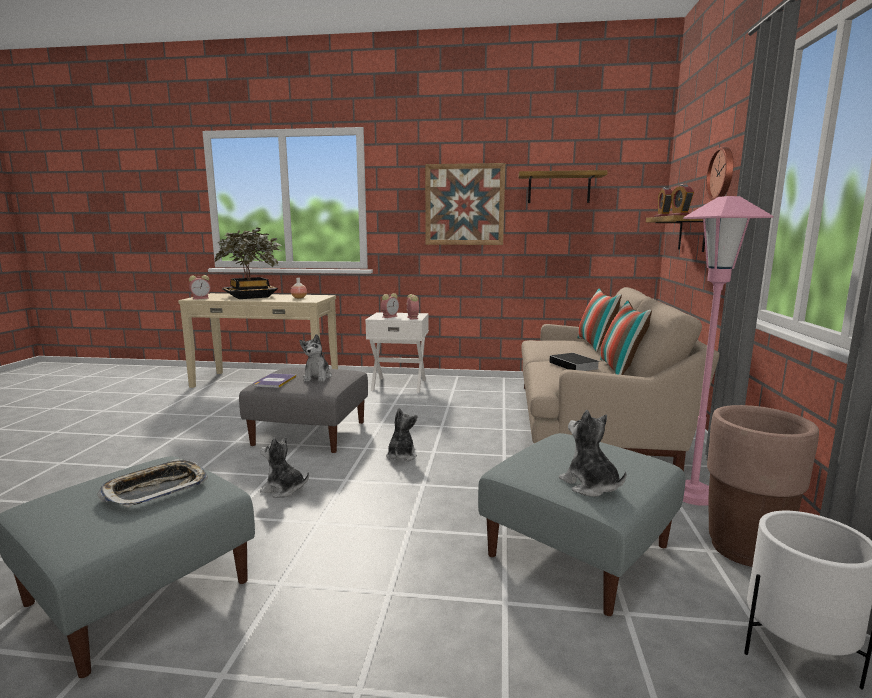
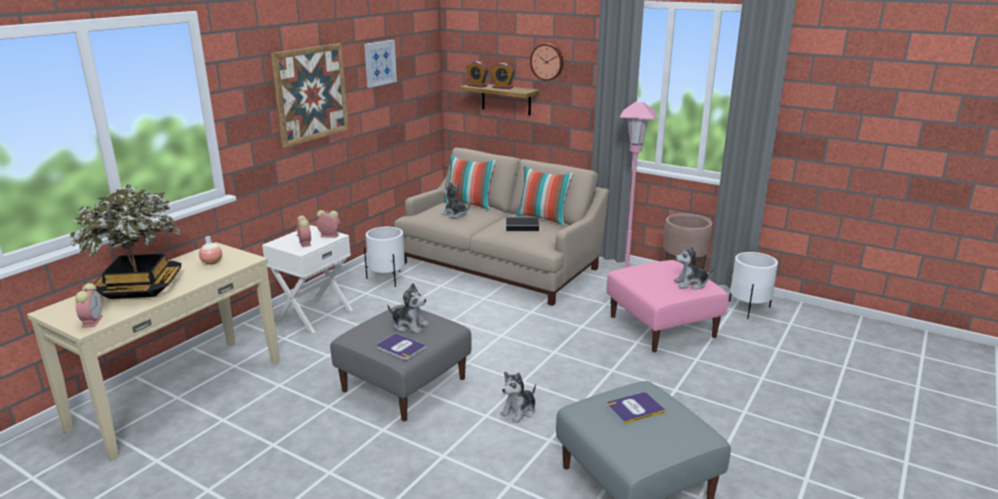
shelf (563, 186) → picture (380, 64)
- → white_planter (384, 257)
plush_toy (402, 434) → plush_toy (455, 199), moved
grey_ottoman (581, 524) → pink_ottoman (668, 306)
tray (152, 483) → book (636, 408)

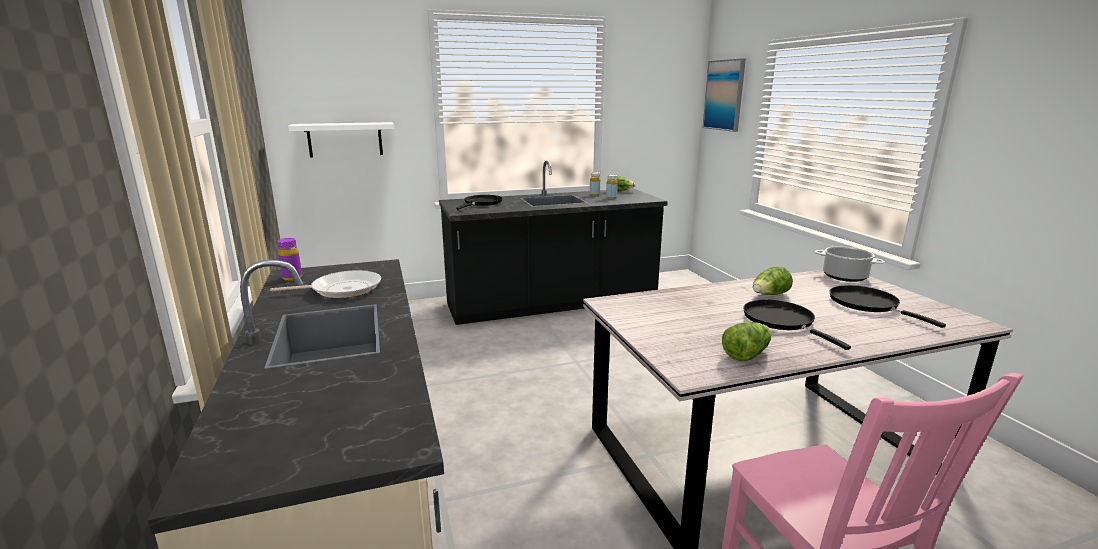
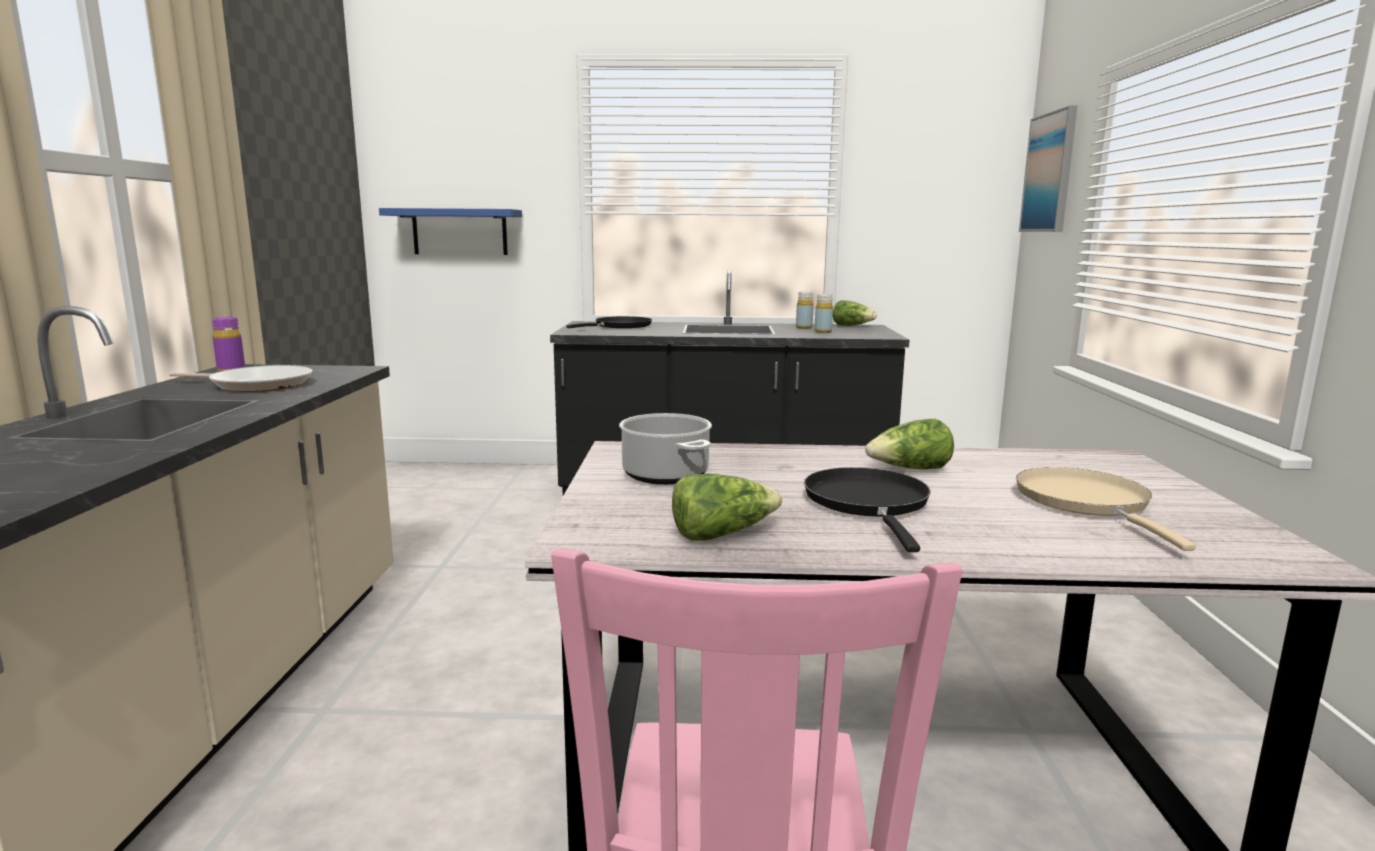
white_shelf (341, 140) → blue_shelf (450, 231)
cooking_pot (849, 264) → cooking_pot (665, 449), moved
black_frying_pan (887, 306) → beige_frying_pan (1106, 509)

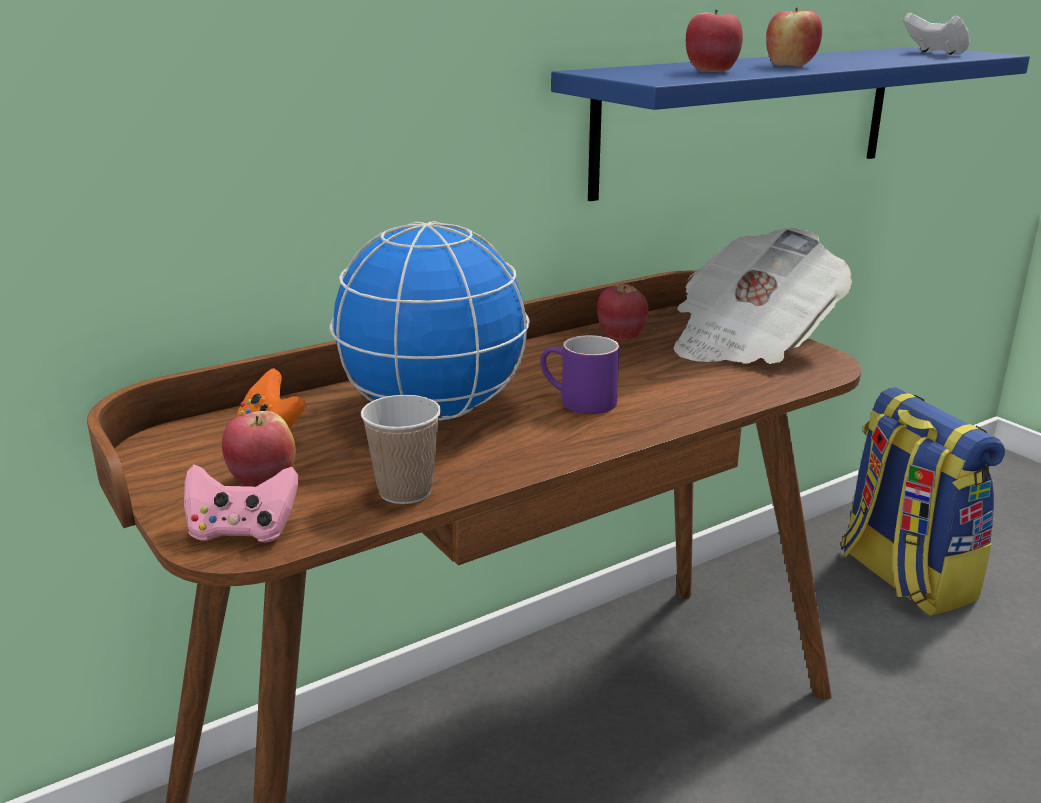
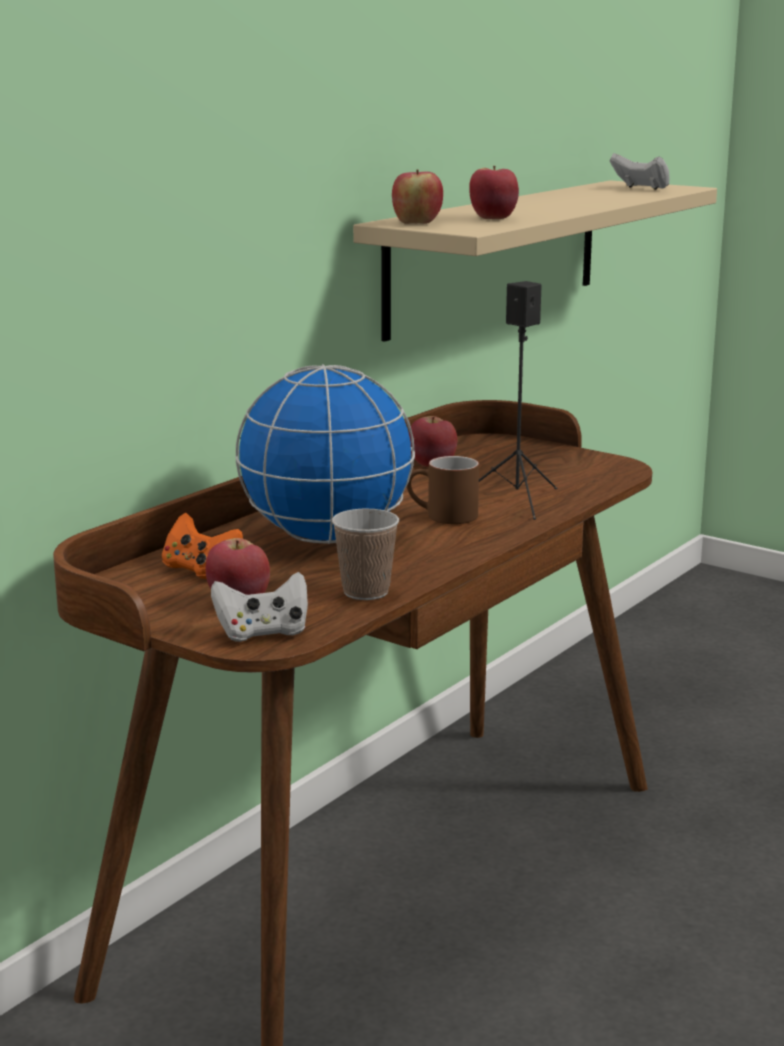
pink_game_controller (241, 503) → white_game_controller (259, 607)
blue_shelf (790, 124) → beige_shelf (535, 261)
apple (794, 37) → apple (417, 196), moved
purple_mug (580, 374) → brown_mug (443, 490)
- → black_speaker (518, 400)
newspaper (763, 296) → -
backpack (923, 501) → -

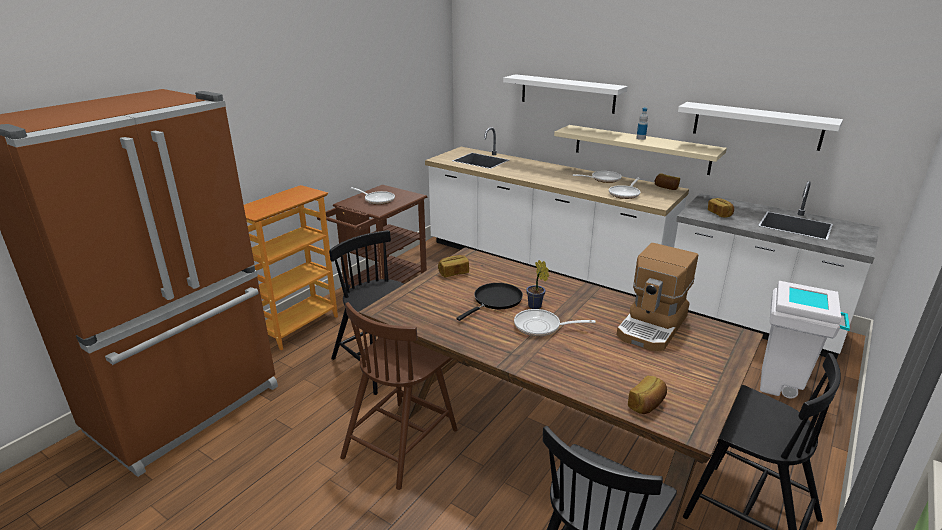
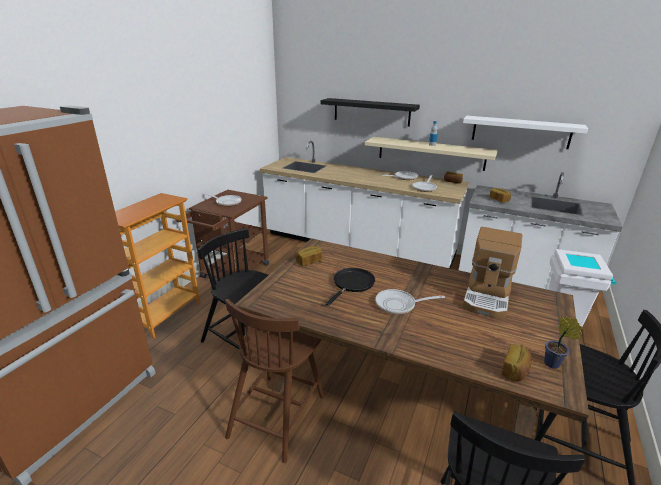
white_shelf (565, 94) → black_shelf (370, 112)
potted_plant (537, 284) → potted_plant (563, 342), moved

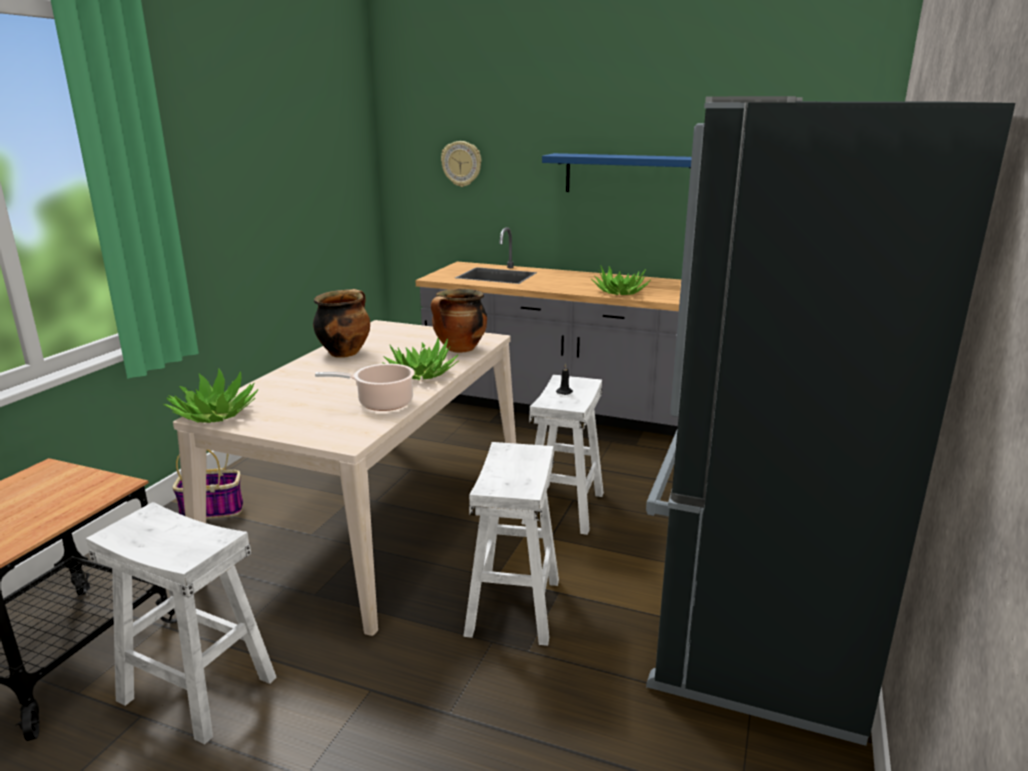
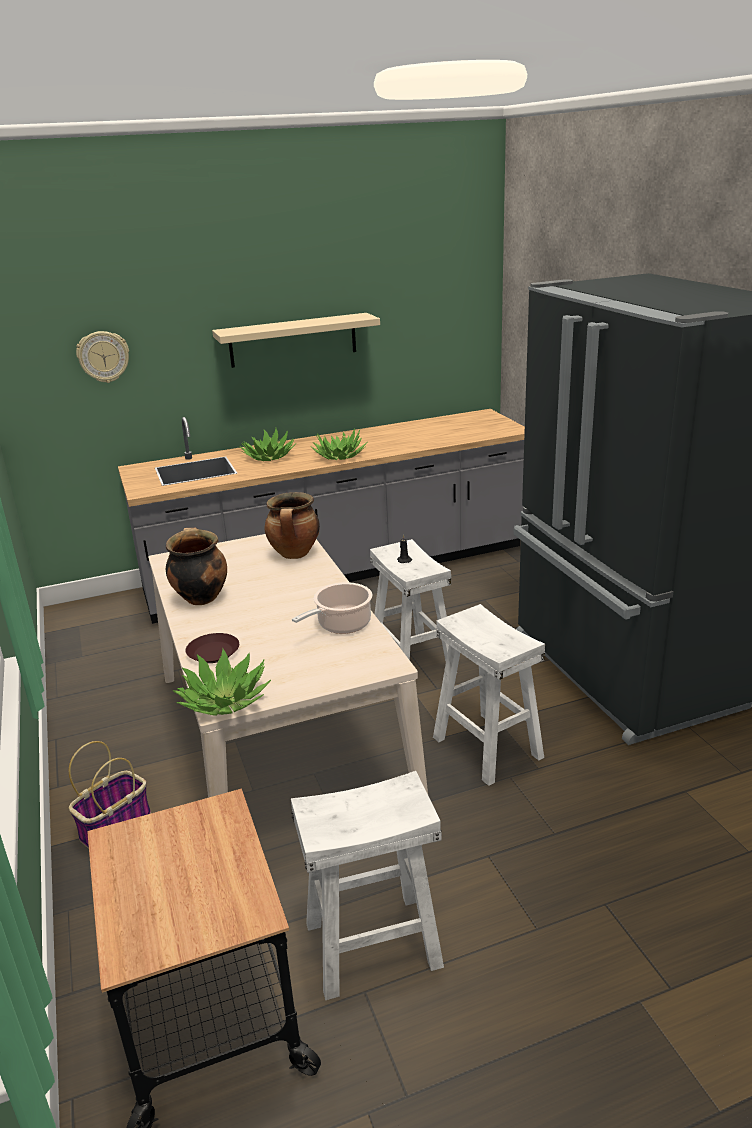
- → brown_plate (212, 648)
blue_shelf (617, 172) → beige_shelf (296, 340)
potted_plant (420, 358) → potted_plant (268, 444), moved

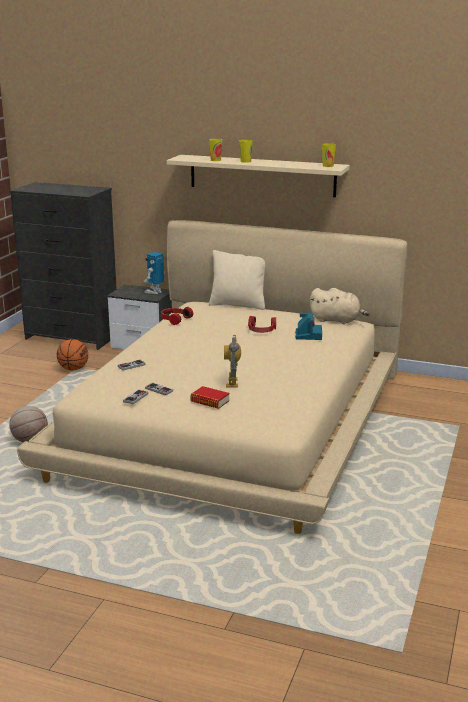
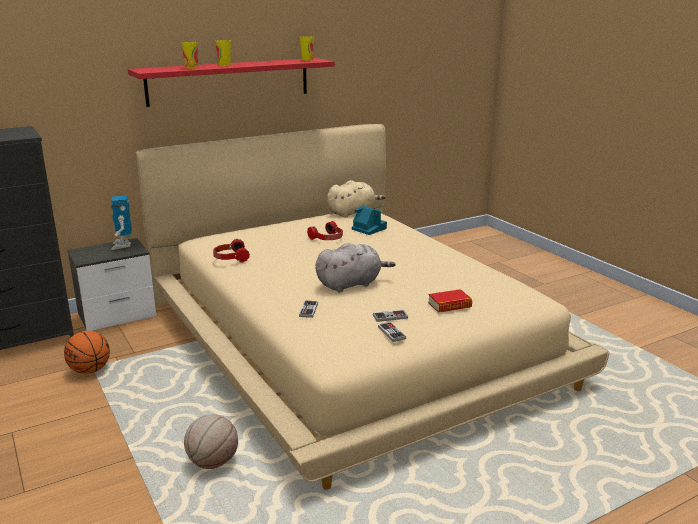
beige_shelf (258, 176) → red_shelf (231, 82)
- → grey_plush_toy (356, 267)
beige_pillow (237, 280) → -
toy_robot (232, 361) → -

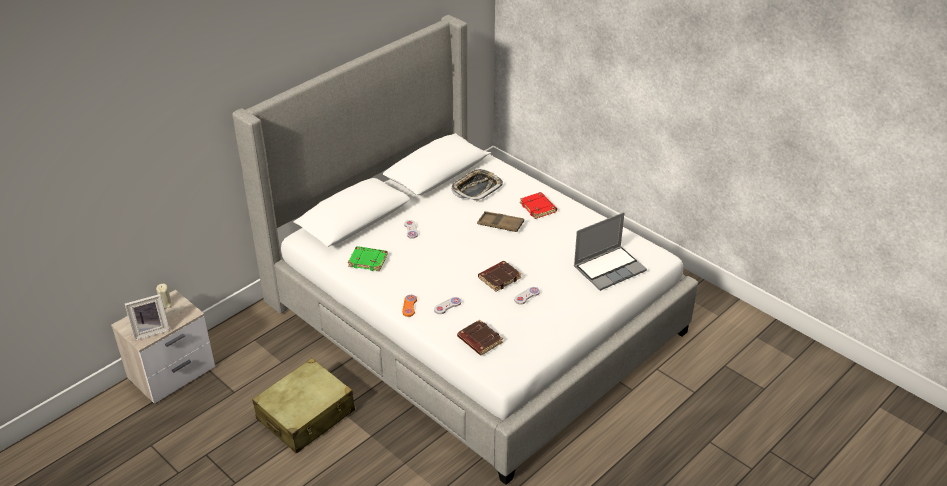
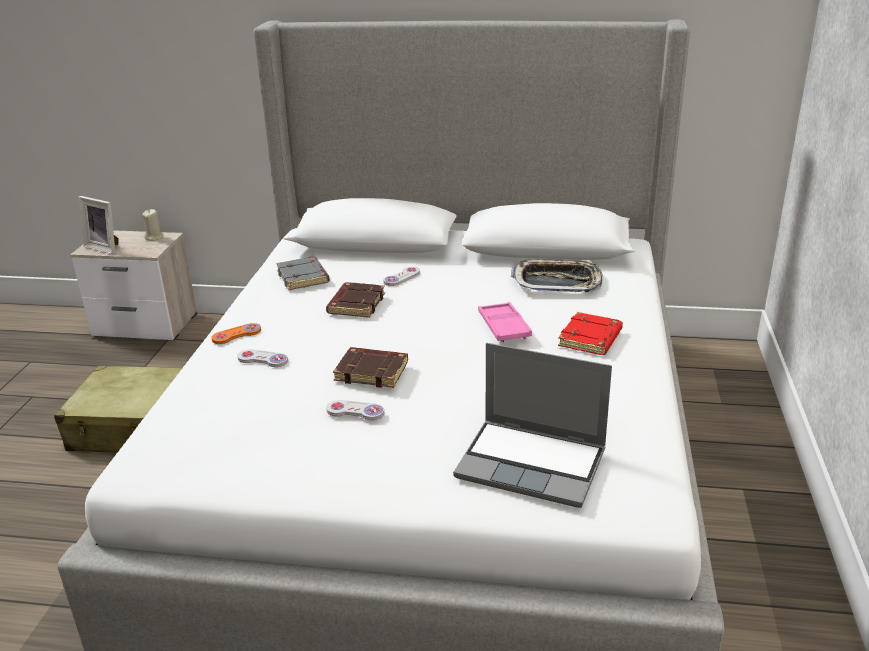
green_book (368, 258) → grey_book (303, 273)
brown_book (480, 337) → brown_book (355, 300), moved
brown_tray (500, 221) → pink_tray (505, 322)

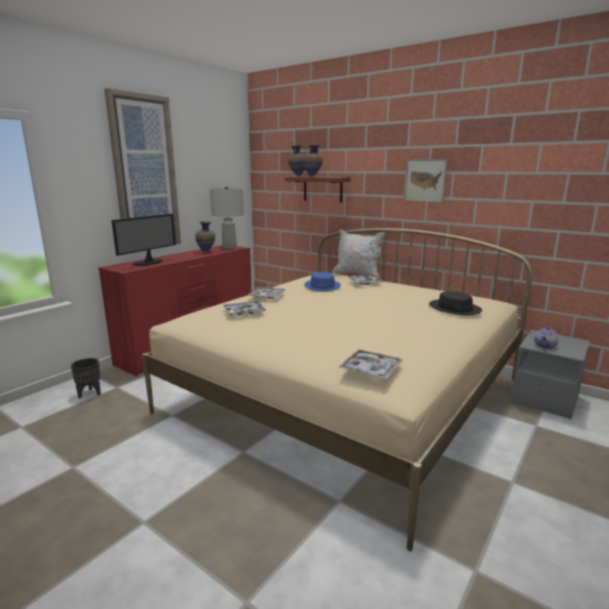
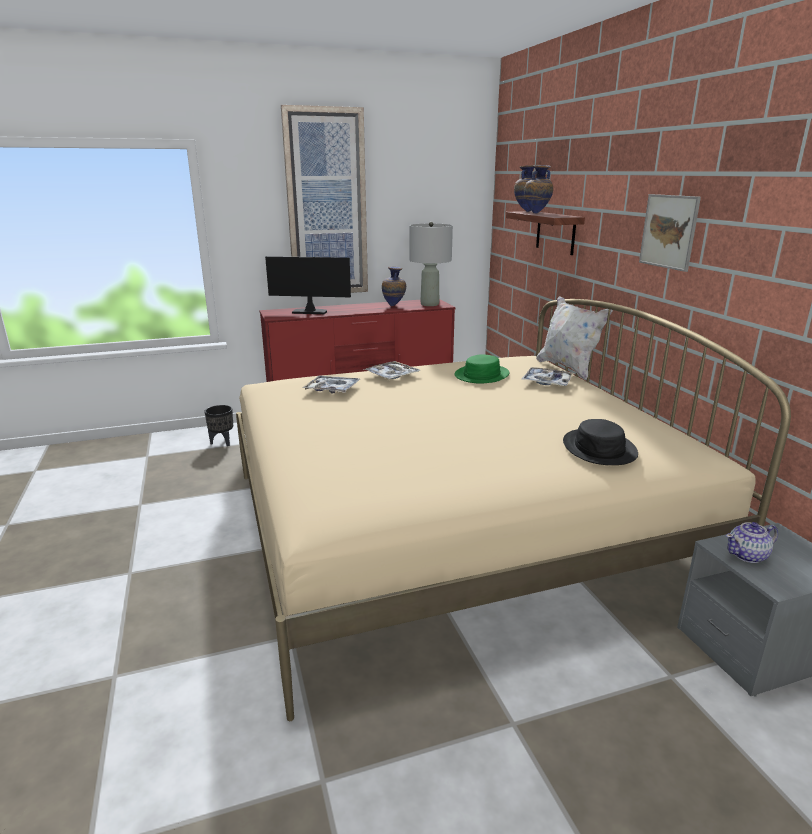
monitor (143, 240) → monitor (308, 285), 150 degrees counterclockwise
blue_hat (322, 281) → green_hat (482, 369)
tray (370, 364) → -

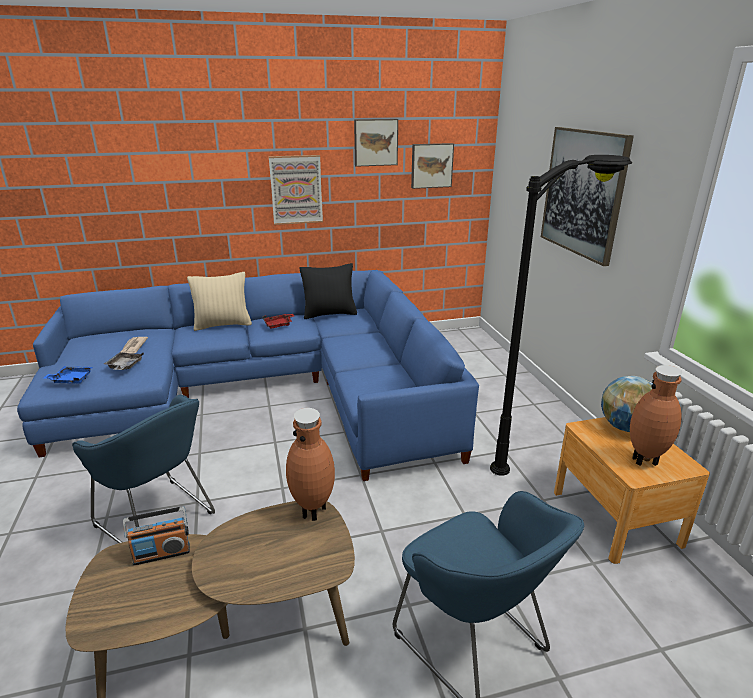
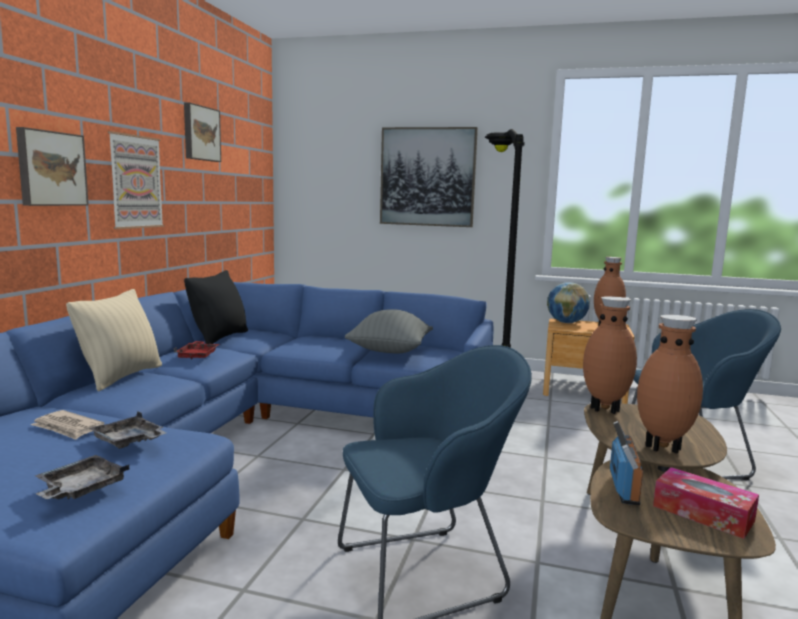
picture (432, 166) → picture (52, 166), moved
blue_tray (68, 375) → grey_tray (82, 477)
- → grey_pillow (388, 331)
- → brown_vase (670, 384)
- → tissue_box (706, 503)

